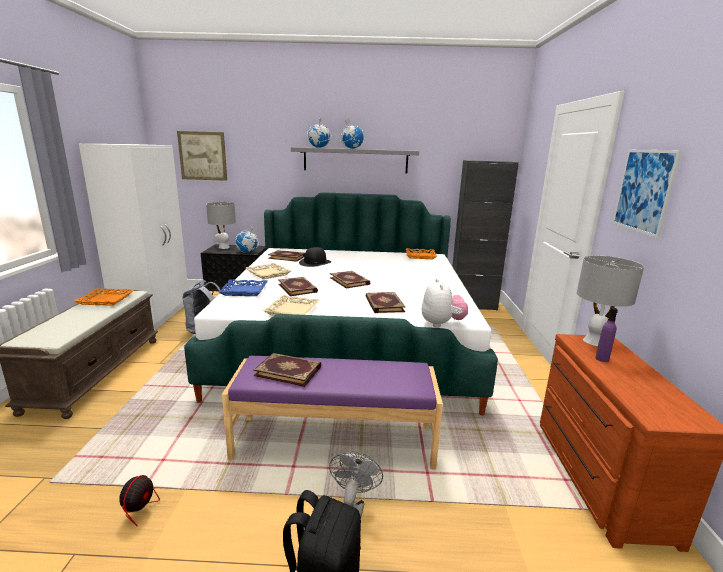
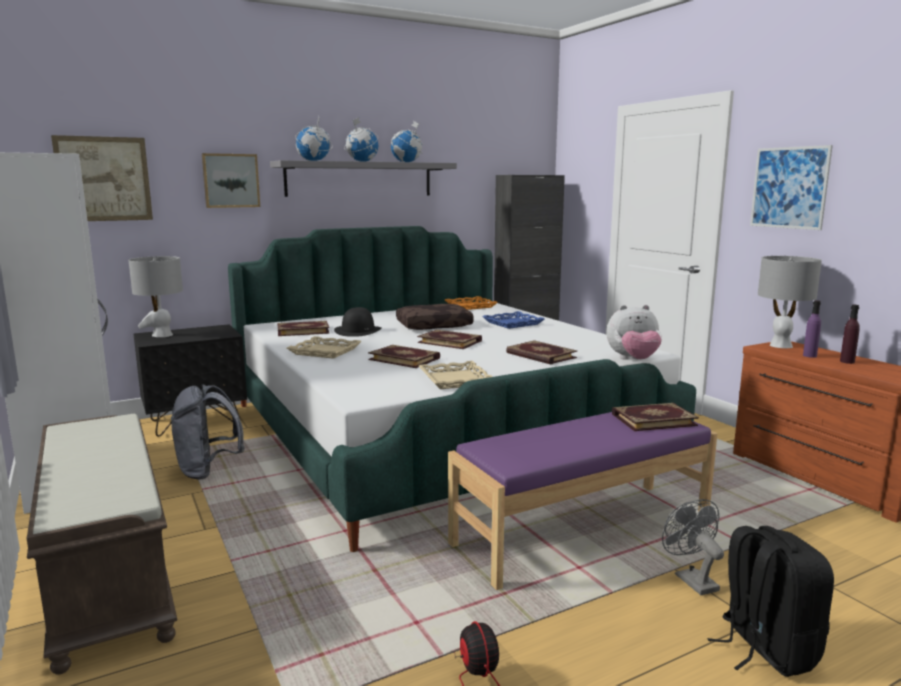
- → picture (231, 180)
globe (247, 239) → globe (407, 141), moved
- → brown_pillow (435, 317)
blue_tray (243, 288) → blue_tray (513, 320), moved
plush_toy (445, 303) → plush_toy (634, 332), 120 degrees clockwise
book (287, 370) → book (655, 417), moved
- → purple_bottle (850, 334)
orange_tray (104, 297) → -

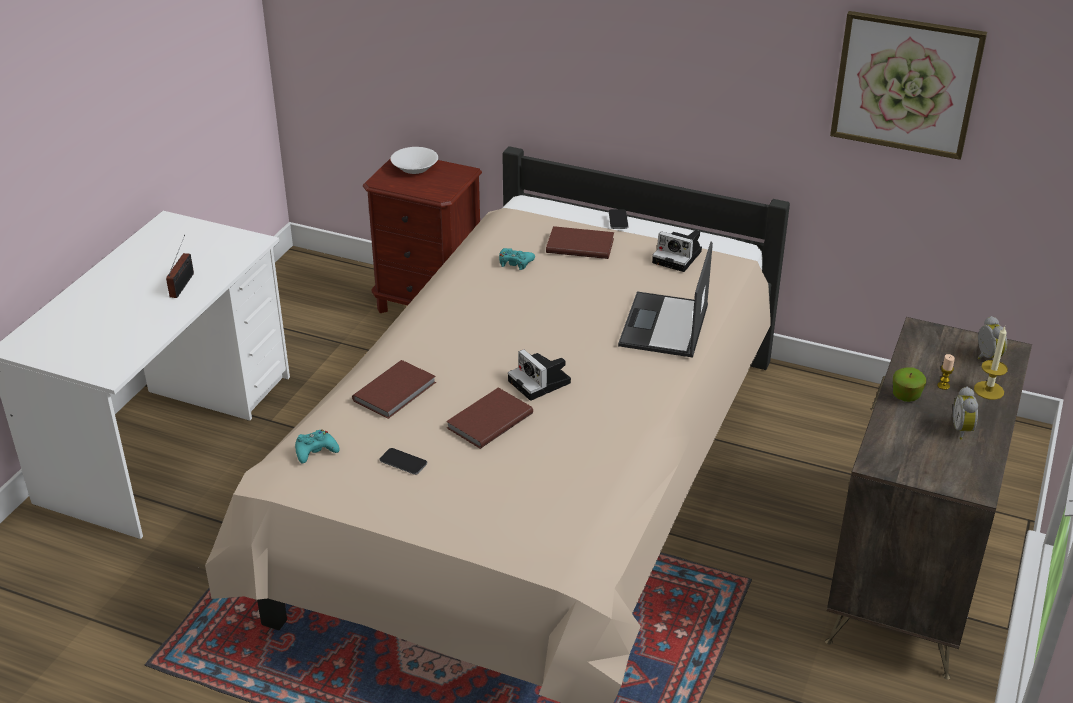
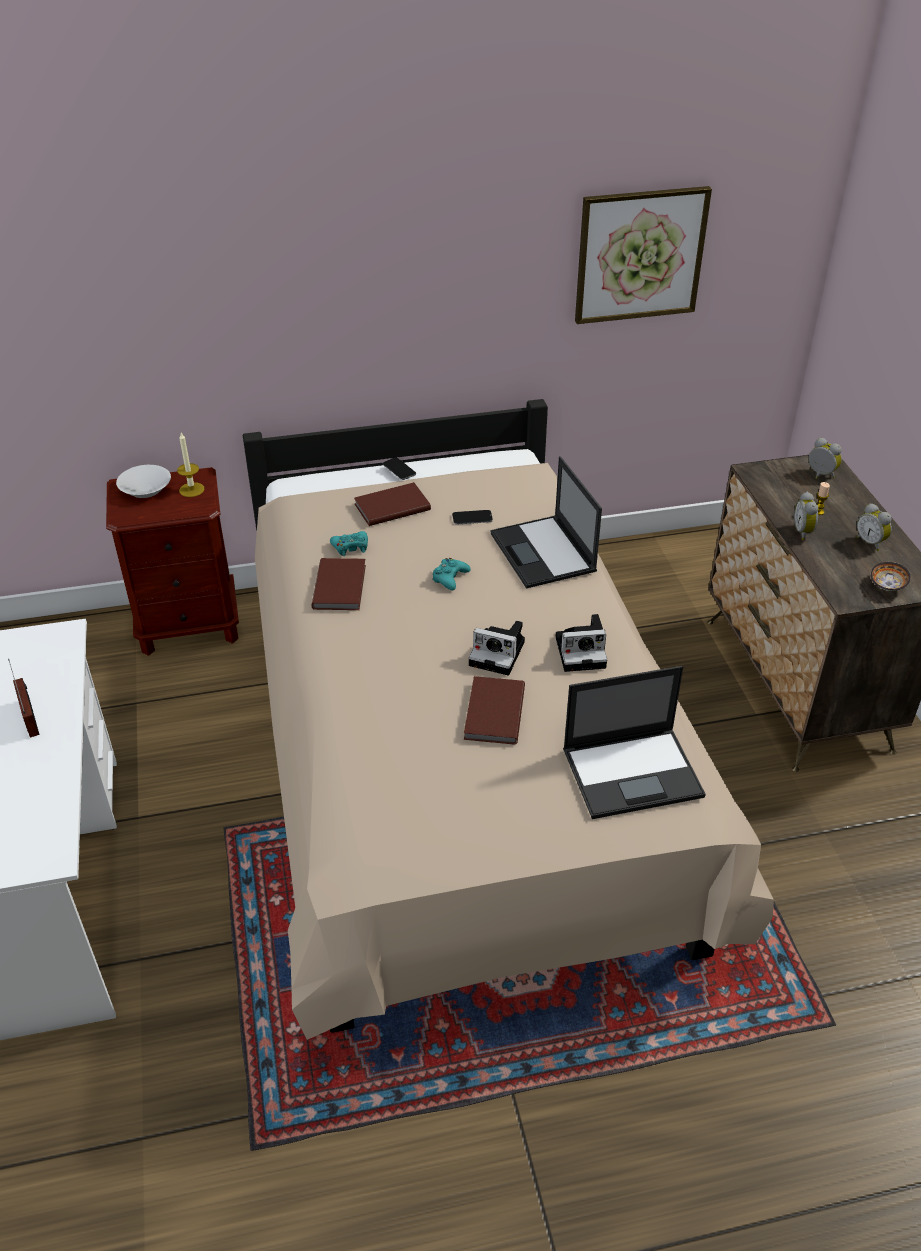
candle (991, 363) → candle (191, 465), moved
brown_book (394, 389) → brown_book (339, 584), moved
turquoise_game_controller (317, 446) → turquoise_game_controller (451, 574), moved
phone (403, 461) → phone (472, 517), moved
photo_camera (677, 251) → photo_camera (581, 643), moved
- → laptop (634, 742)
apple (909, 384) → alarm_clock (806, 516)
- → bowl (890, 576)

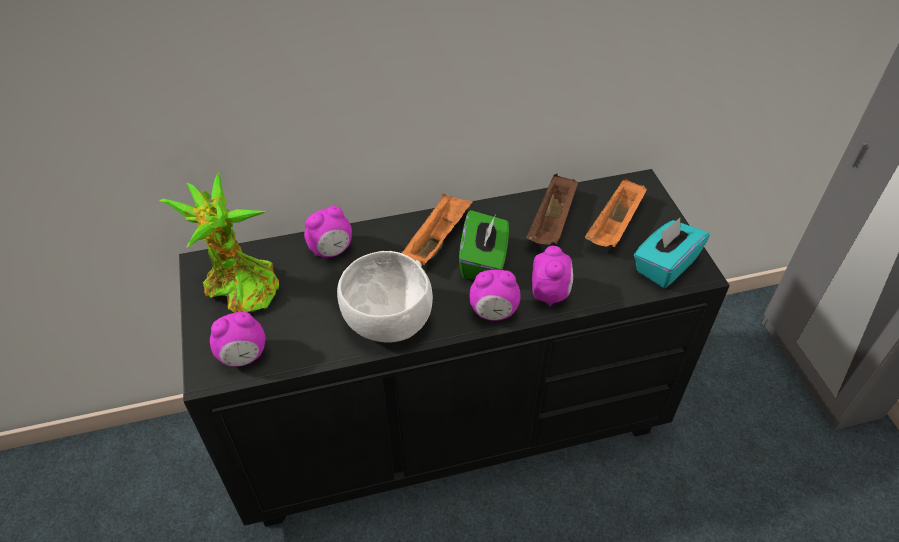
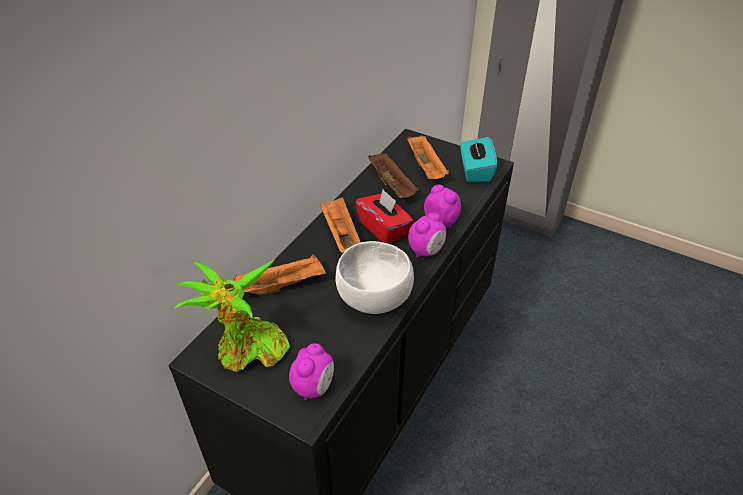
alarm_clock (328, 231) → orange_tray (280, 275)
green_tissue_box (484, 245) → red_tissue_box (384, 216)

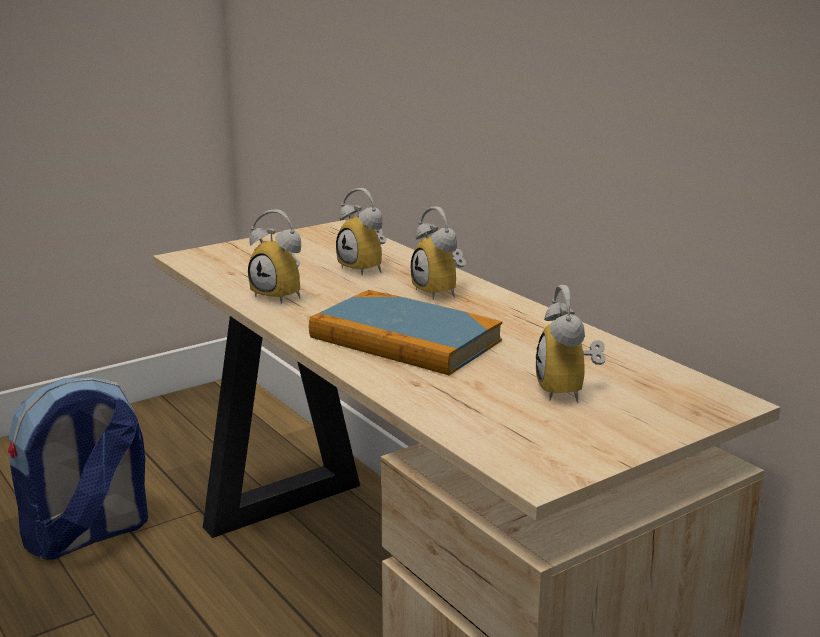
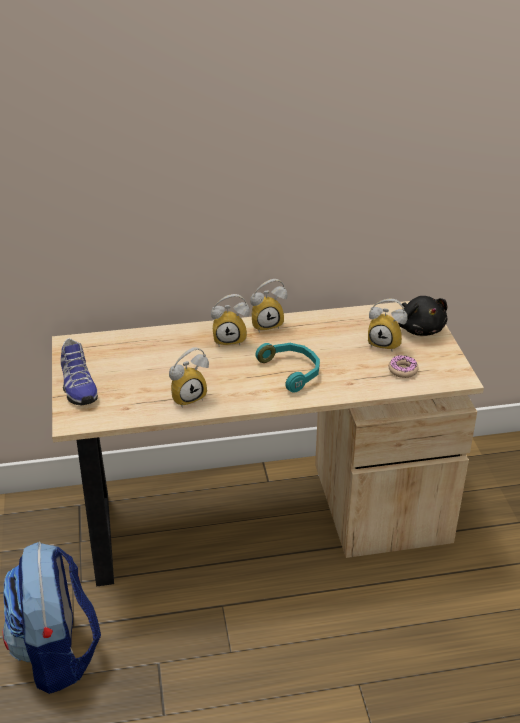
- → shoe (79, 371)
alarm_clock (361, 232) → alarm_clock (269, 306), moved
book (405, 332) → turquoise_headphones (287, 368)
- → donut (404, 366)
- → black_plush_toy (423, 316)

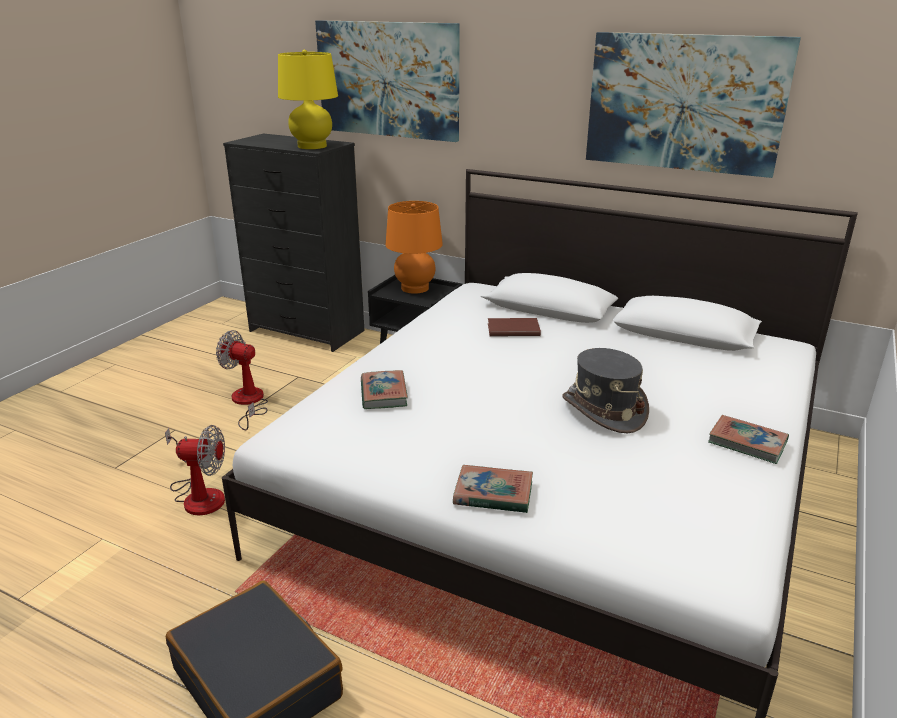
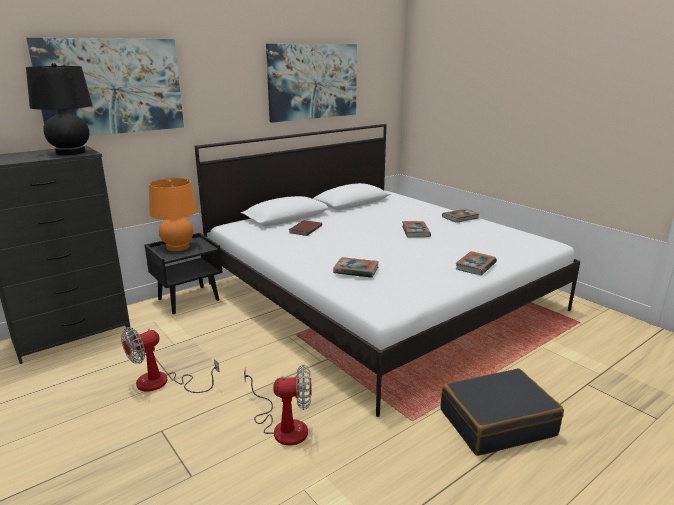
yellow_table_lamp (308, 99) → black_table_lamp (59, 109)
fan (195, 470) → fan (278, 405), 60 degrees clockwise
grey_hat (605, 390) → book (416, 229)

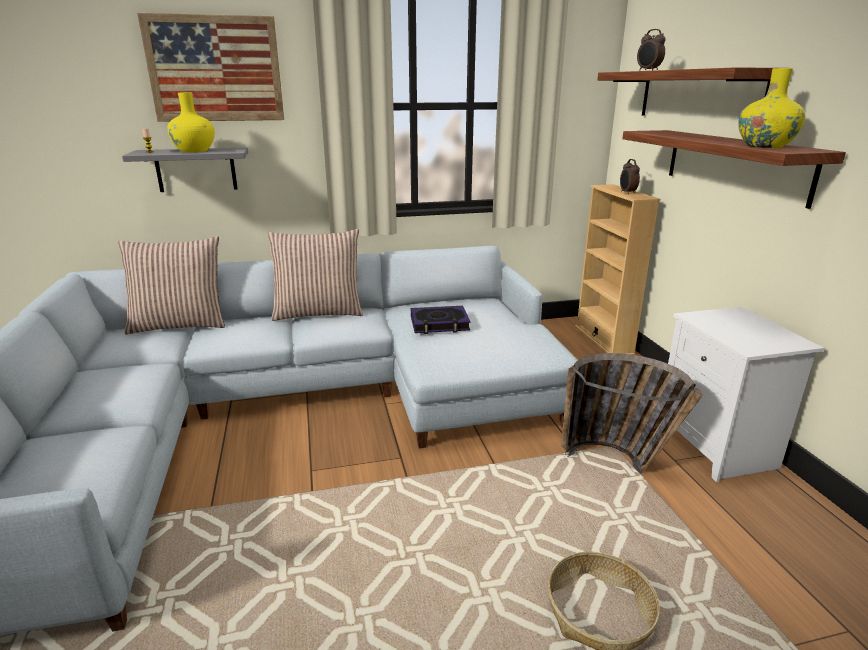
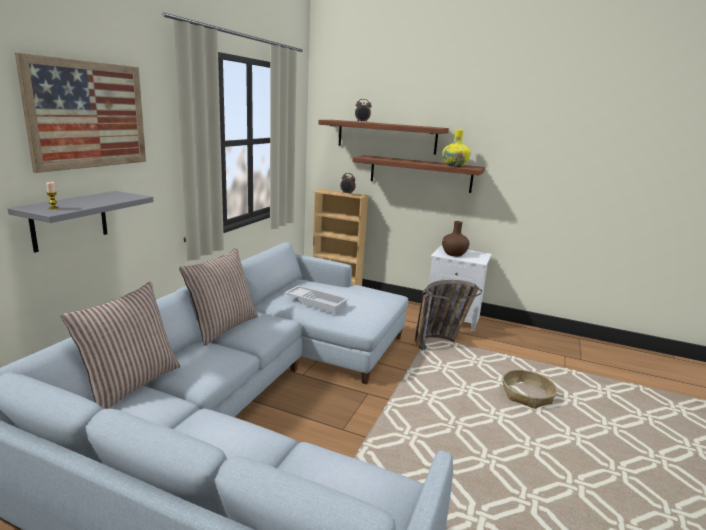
book (440, 320) → white_tray (317, 299)
- → brown_vase (456, 239)
yellow_vase (191, 122) → -

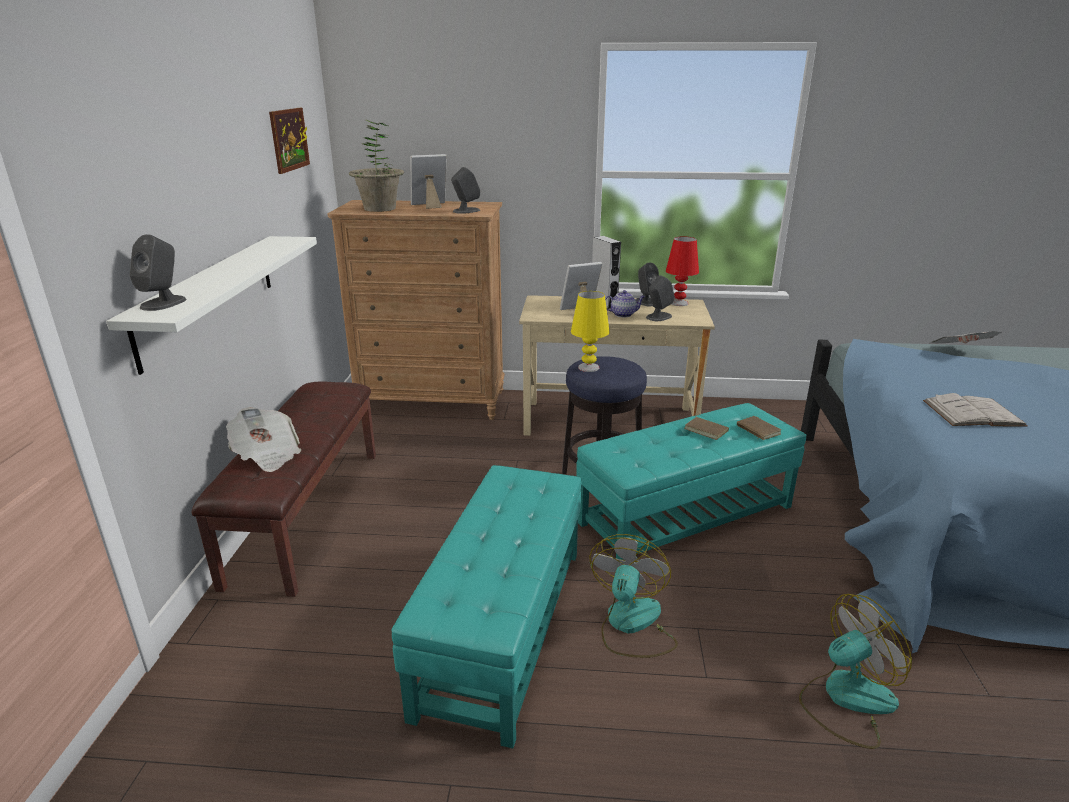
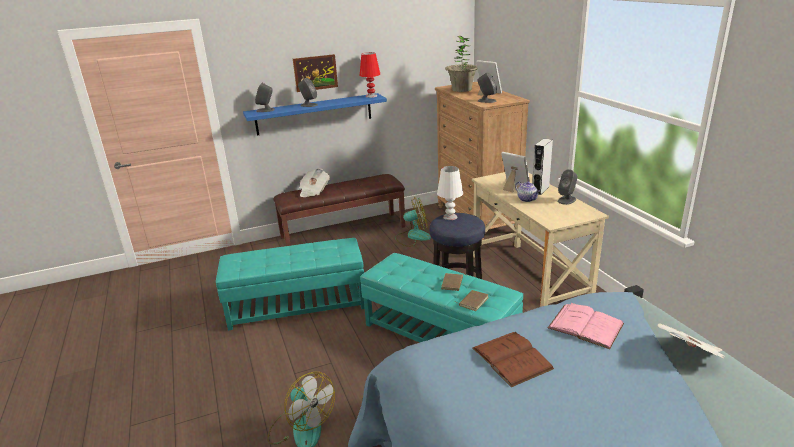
white_shelf (211, 305) → blue_shelf (315, 114)
picture (289, 141) → picture (315, 73), moved
grey_speaker (660, 298) → grey_speaker (308, 92), moved
red_table_lamp (682, 271) → red_table_lamp (370, 75), moved
fan (633, 596) → fan (413, 222), moved
yellow_table_lamp (590, 331) → white_table_lamp (450, 193)
white_book (975, 409) → brown_book (513, 359)
- → pink_book (586, 326)

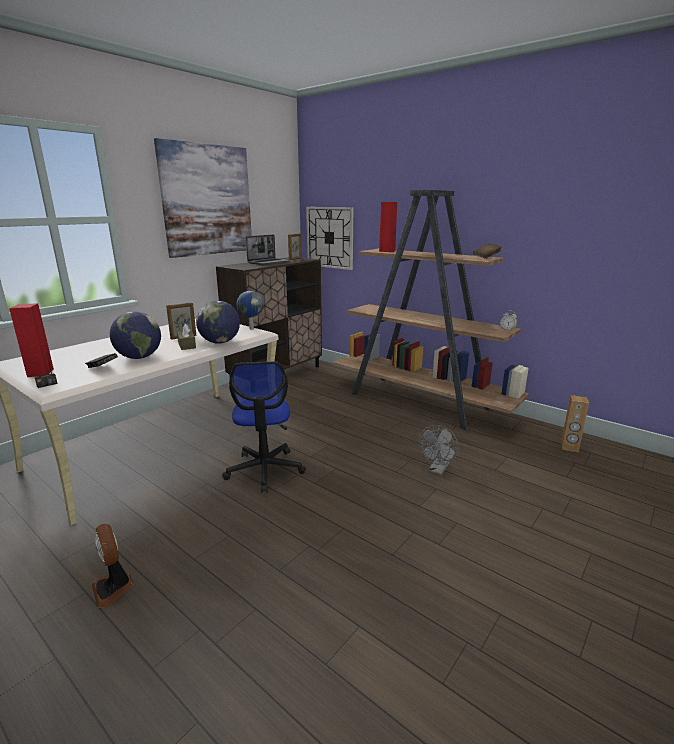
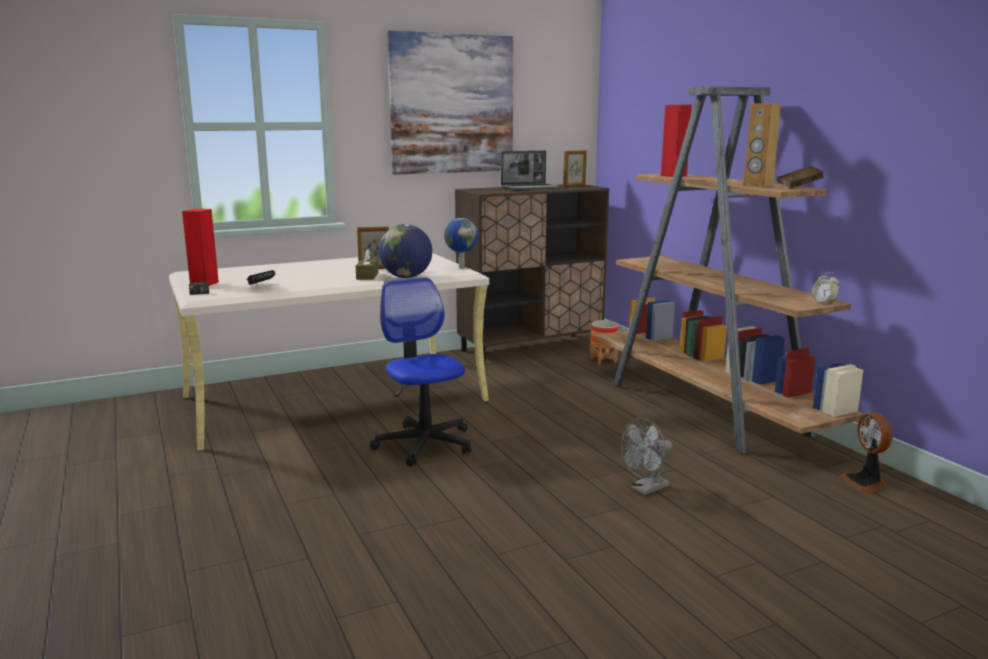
office_chair (264, 427) → office_chair (420, 372), 135 degrees clockwise
- → planter (604, 342)
brown_speaker (575, 423) → brown_speaker (762, 145), moved
fan (112, 566) → fan (866, 452), moved
globe (135, 335) → -
wall_clock (330, 238) → -

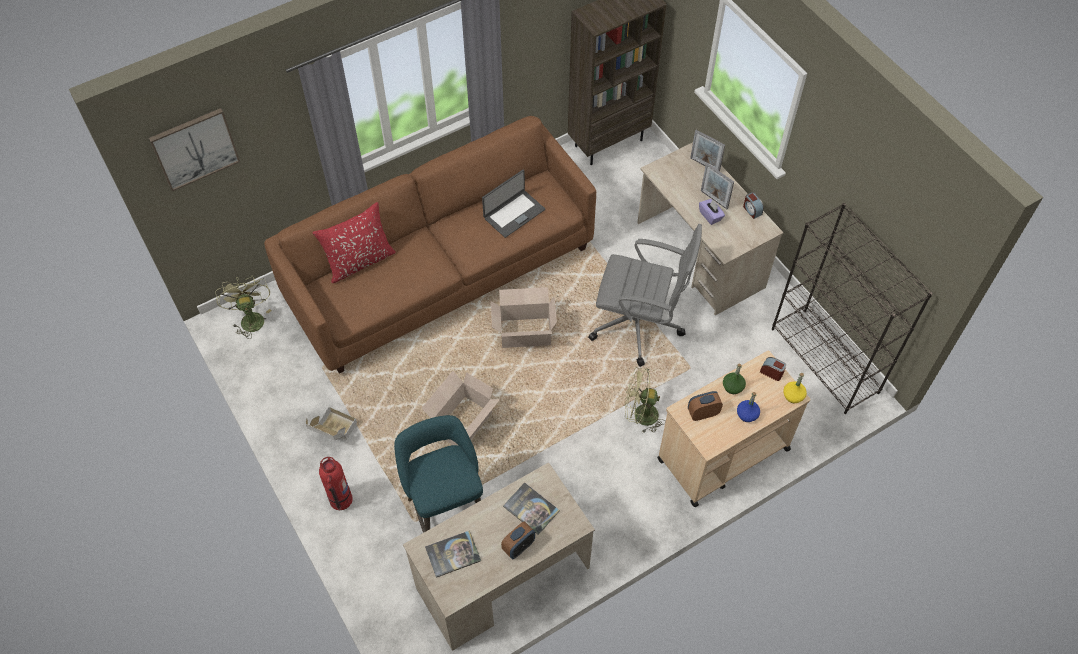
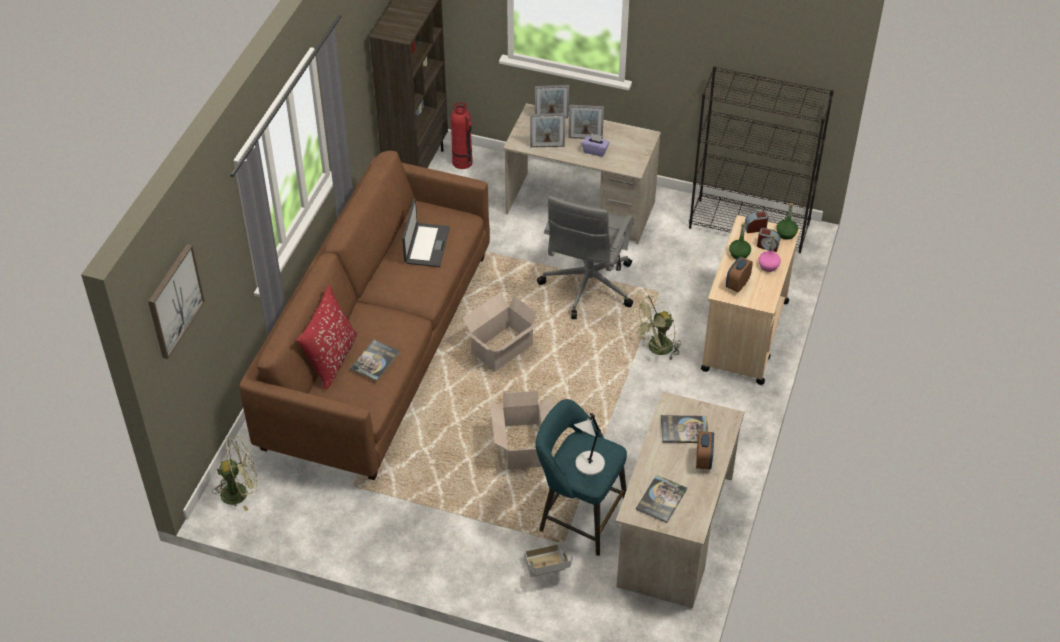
green_fan (243, 307) → green_fan (234, 473), 135 degrees clockwise
- → book (375, 361)
fire_extinguisher (336, 483) → fire_extinguisher (462, 135), moved
cardboard_box (331, 423) → cardboard_box (549, 560), moved
- → picture_frame (547, 130)
grey_office_chair (645, 295) → grey_office_chair (585, 257), 135 degrees clockwise
- → grey_table_lamp (589, 444)
alarm_clock (753, 205) → alarm_clock (768, 240), moved
blue_bottle (748, 407) → pink_bottle (769, 253)
yellow_bottle (795, 388) → green_bottle (787, 221)

